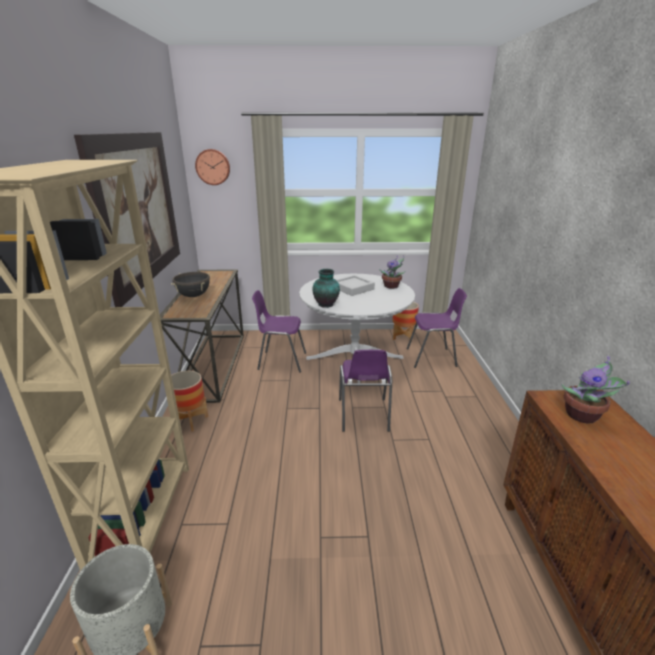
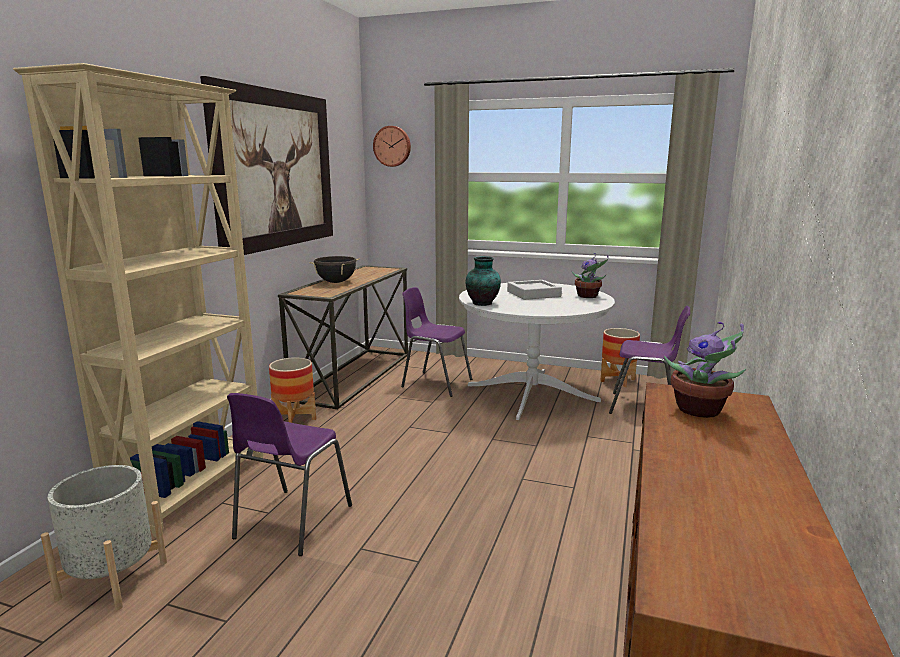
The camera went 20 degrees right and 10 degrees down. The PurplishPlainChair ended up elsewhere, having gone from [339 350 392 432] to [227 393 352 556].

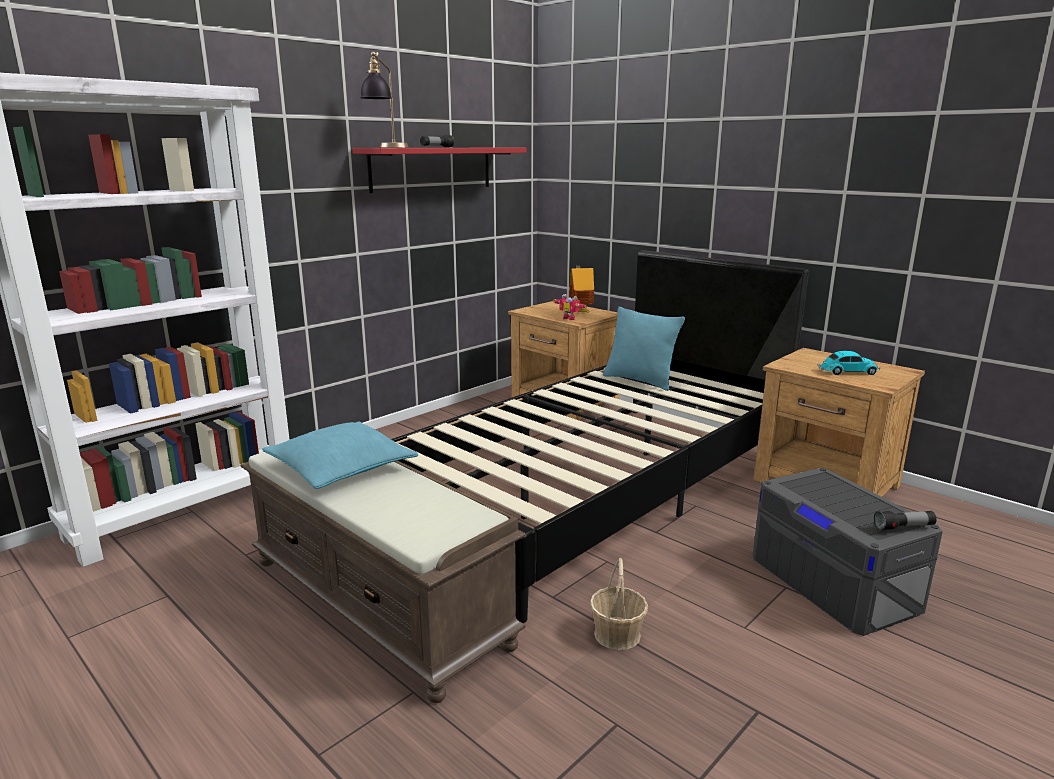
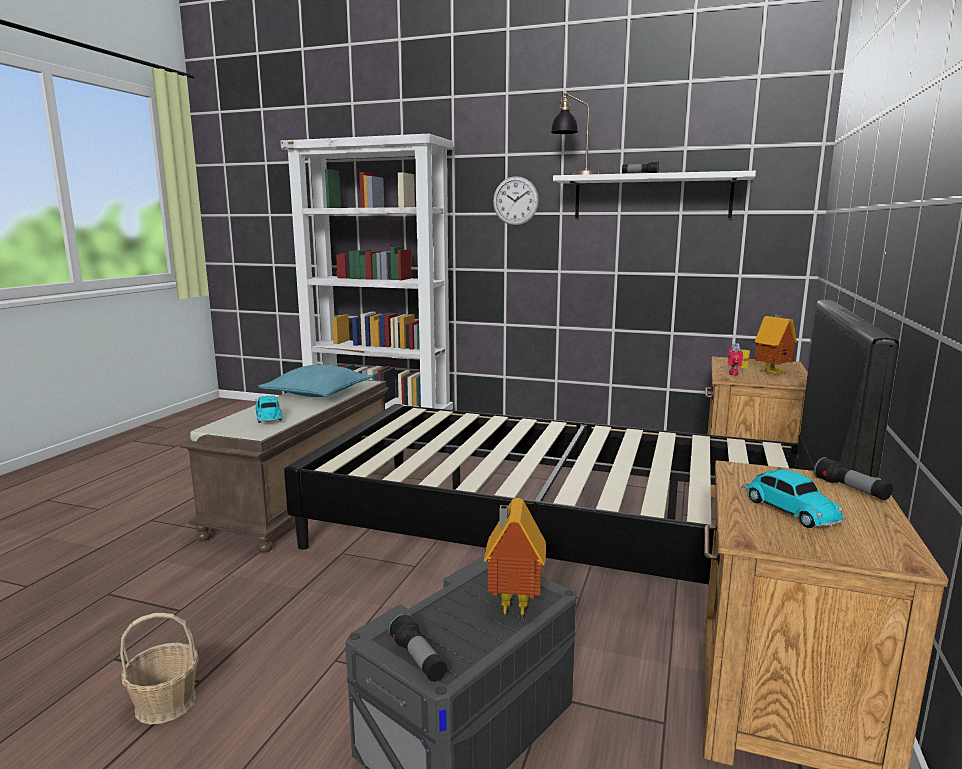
The camera went 65 degrees right and 5 degrees down. What was the RedShelf at [352 148 527 193] turned into the WhitishShelf at [553 171 756 218]. The Basket ended up elsewhere, having gone from [590 558 648 650] to [120 613 199 725]. The second view lost the TurquoiseThrowPillow at [603 307 685 391]. The second view gained the MiniatureCar at [255 396 282 423]. The second view gained the MiniatureHouse at [484 498 546 617]. The second view gained the HangingClock at [493 176 539 225]. The second view gained the HandTorch at [814 457 893 500].

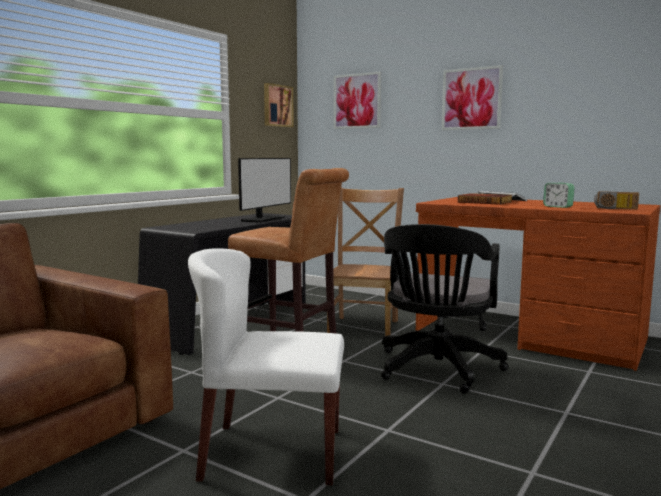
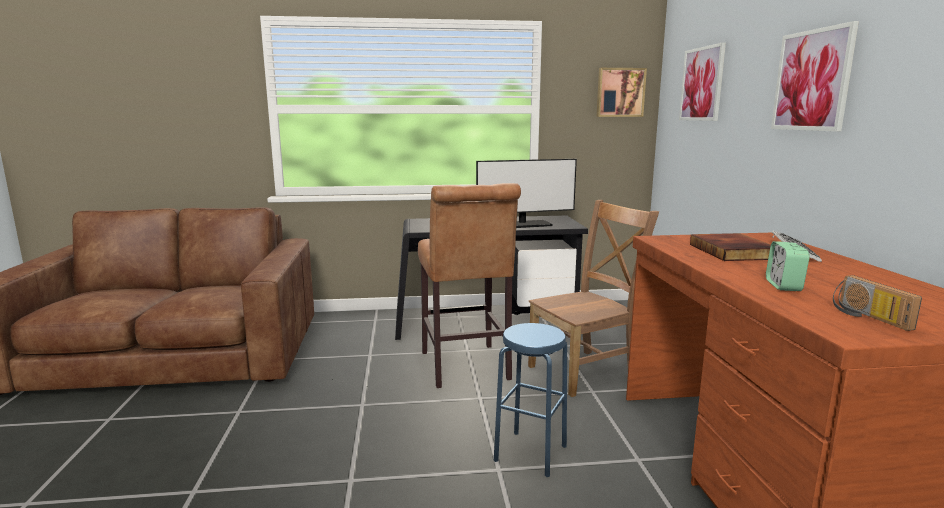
The camera went 50 degrees right and 5 degrees up. The second view lost the WhitishPlainChair at [188 248 344 485]. Where the BlackComputerChair stood at [381 224 508 394], the BluishSittingStool came to stand at [494 323 567 477].

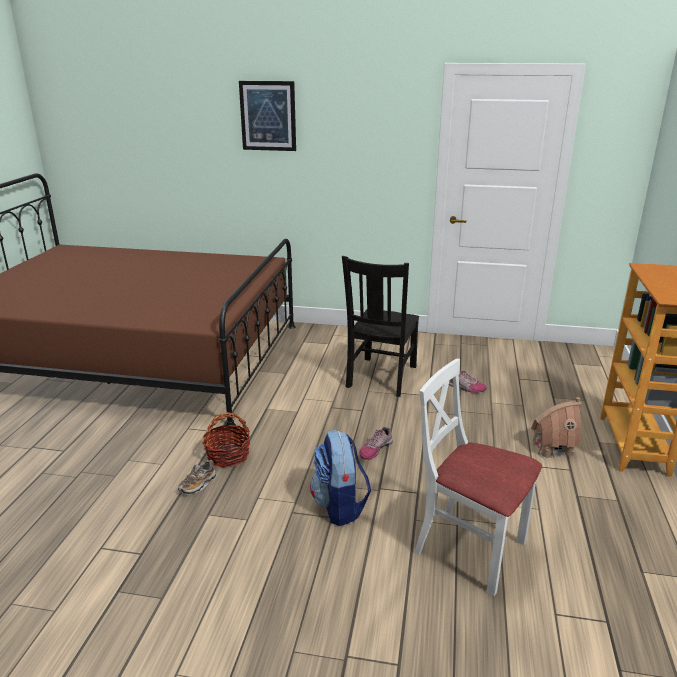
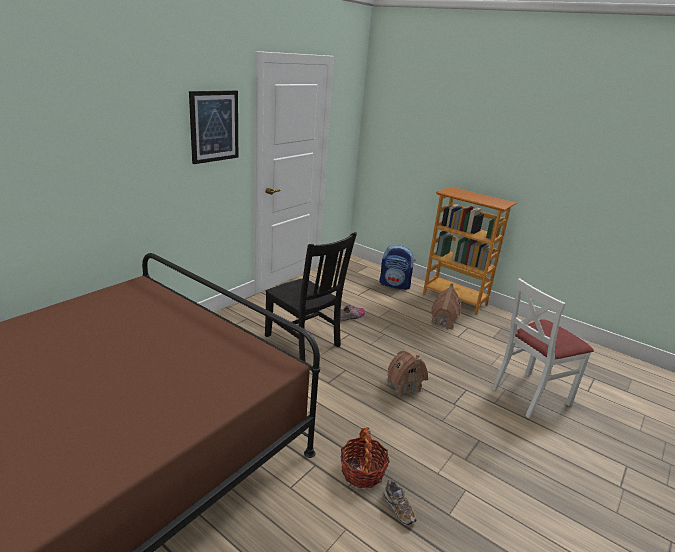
The camera went 65 degrees left and 0 degrees up. The WallArt ended up elsewhere, having gone from [239 81 296 151] to [189 90 238 164]. The Rucksack ended up elsewhere, having gone from [310 429 371 526] to [379 245 416 290]. Where the ItemOfFootwear stood at [359 427 393 460], the MiniatureHouse came to stand at [386 350 428 397].

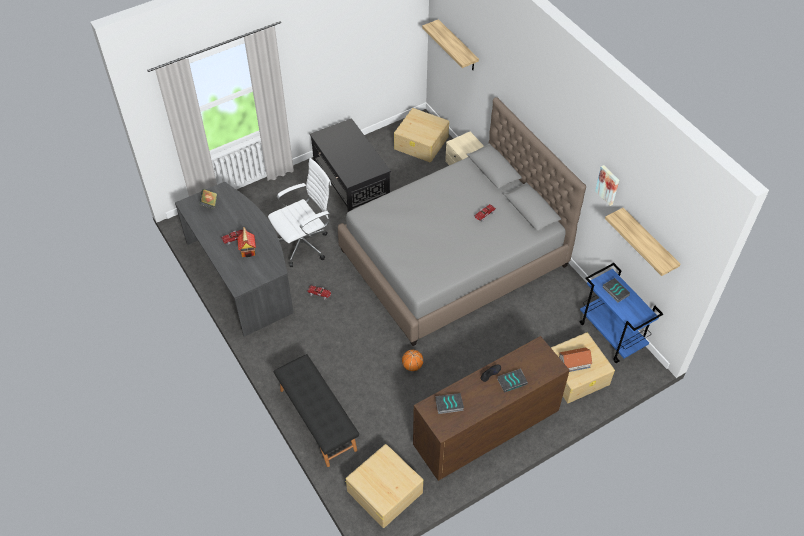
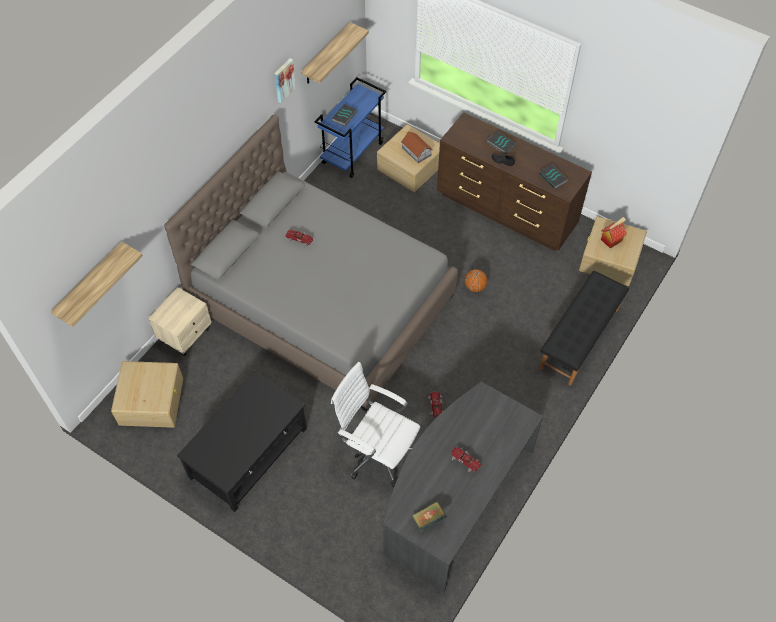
The camera went 115 degrees left and 5 degrees up. The MiniatureHouse ended up elsewhere, having gone from [237 227 256 257] to [601 217 627 248].

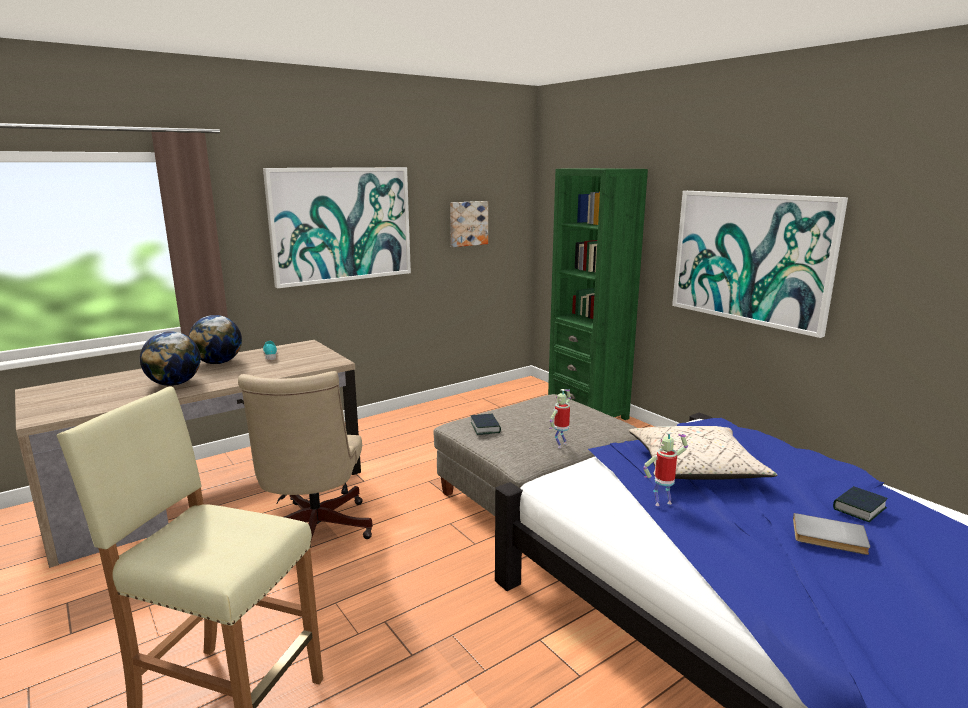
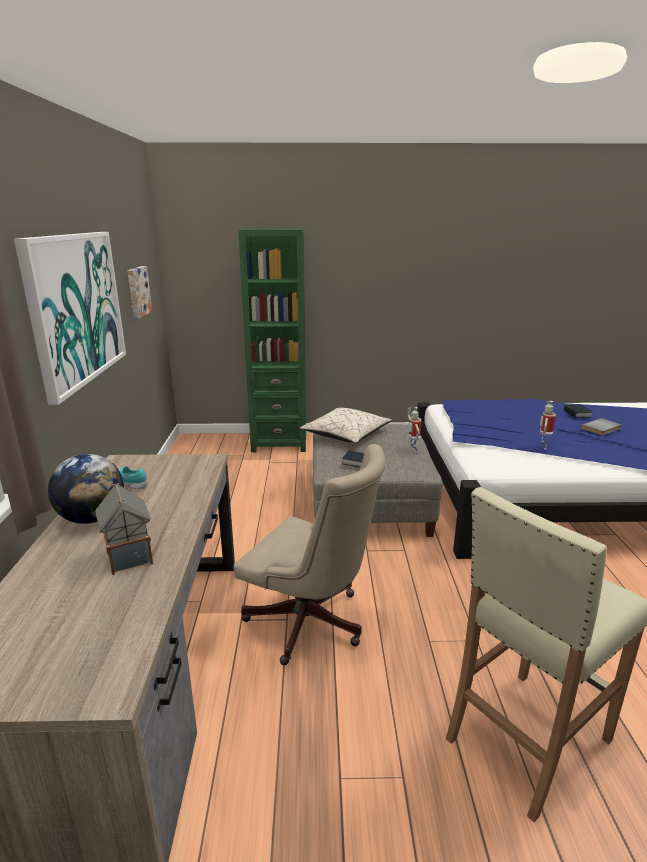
The camera went 55 degrees left and 5 degrees up. Where the Globe stood at [140 331 201 386], the MiniatureHouse came to stand at [95 483 153 575]. The SandColouredThrowPillow ended up elsewhere, having gone from [629 426 777 480] to [300 408 392 443]. The second view lost the WallArt at [672 191 848 338].

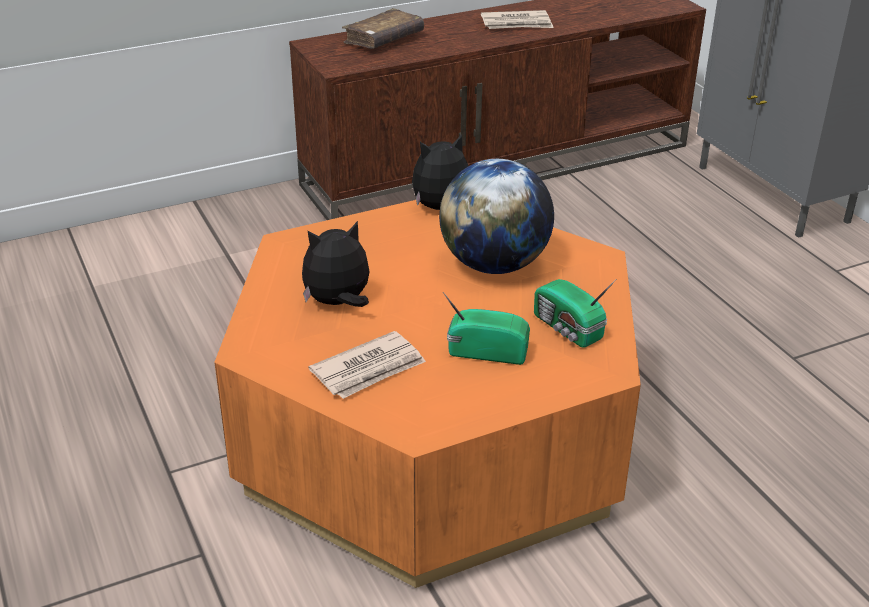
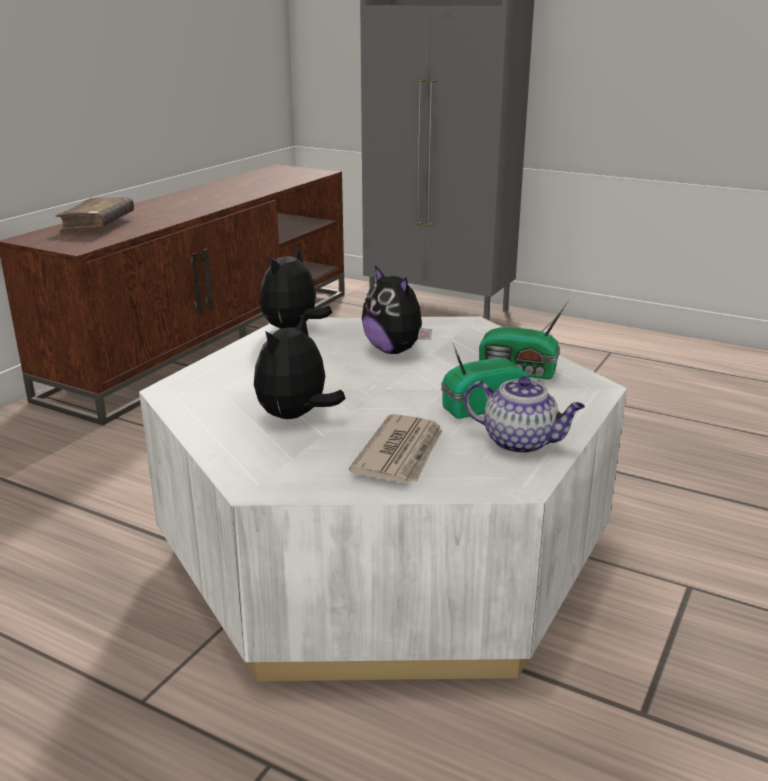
The camera went 35 degrees left and 10 degrees down. What was the OrangeLowTable at [214 200 641 588] turned into the WhitishLowTable at [139 316 627 681]. Where the Globe stood at [439 159 554 274], the PlushToy came to stand at [362 266 432 354]. The second view lost the DailyPaper at [481 10 554 29]. The second view gained the PotForTea at [464 376 585 454].

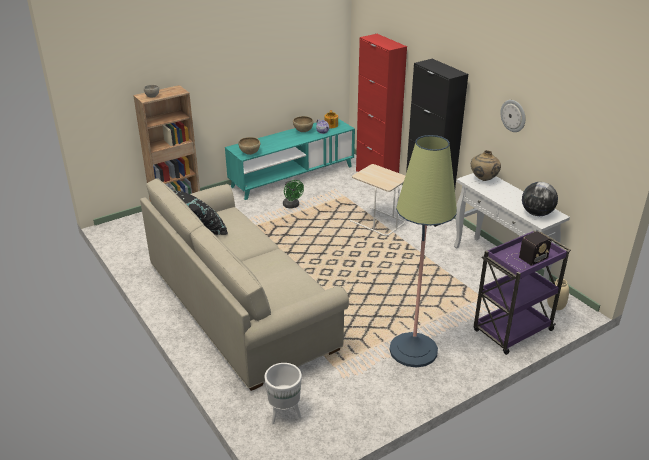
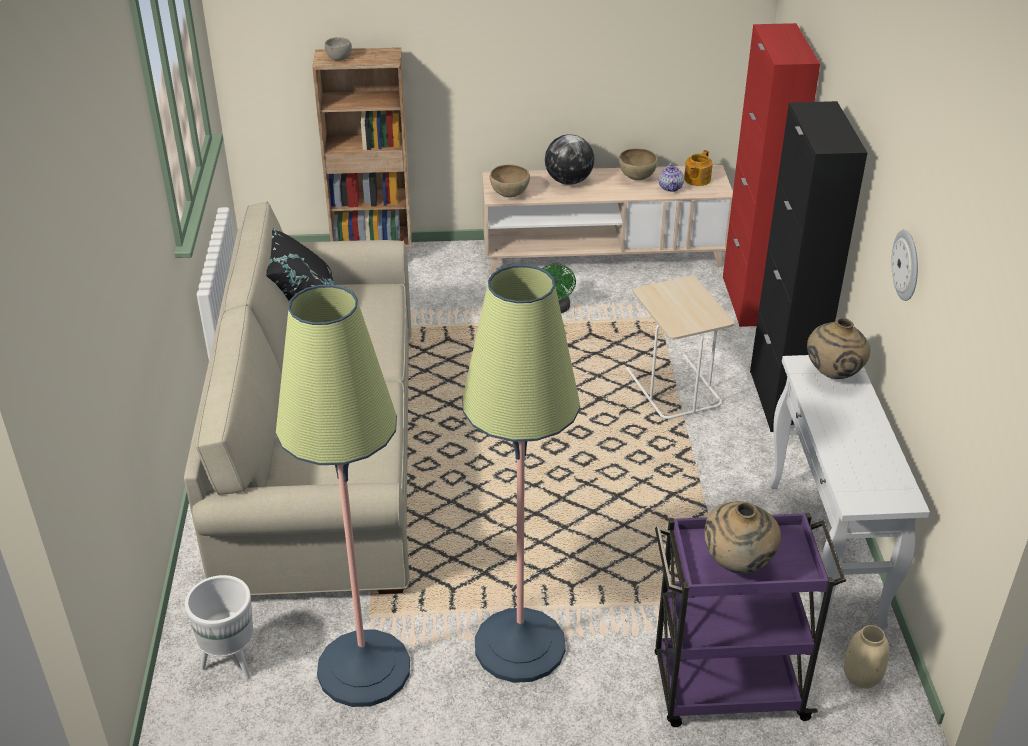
The camera went 30 degrees right and 5 degrees up. What was the TurquoiseMediaConsole at [225 119 355 200] turned into the SandColouredMediaConsole at [482 165 733 274]. Where the RadioReceiver stood at [506 231 551 270], the SandColouredVase came to stand at [704 501 781 574]. The Globe ended up elsewhere, having gone from [522 182 558 216] to [545 134 594 185]. The second view gained the StandingLamp at [275 285 410 707].

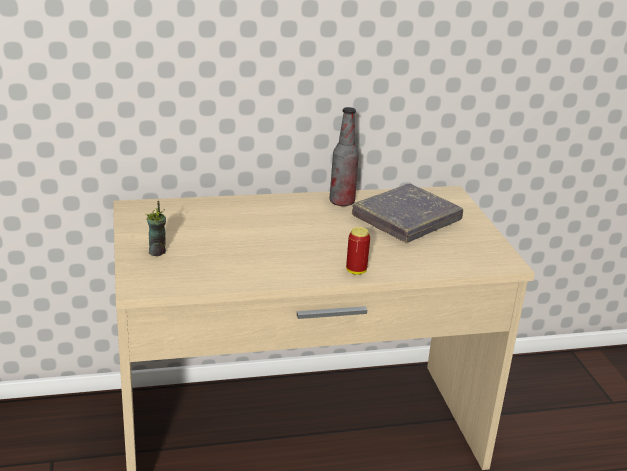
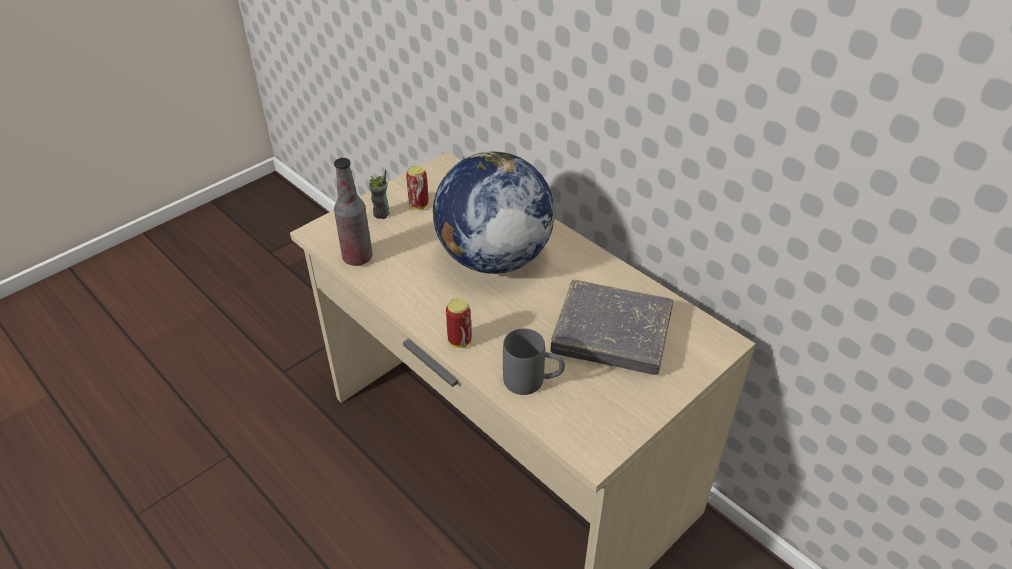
The camera went 60 degrees right and 15 degrees up. The BeverageBottle ended up elsewhere, having gone from [330 107 359 206] to [334 158 373 266]. The second view gained the SealedCan at [406 165 429 210]. The second view gained the Globe at [433 151 555 274]. The second view gained the GreyTeaMug at [503 328 565 395].

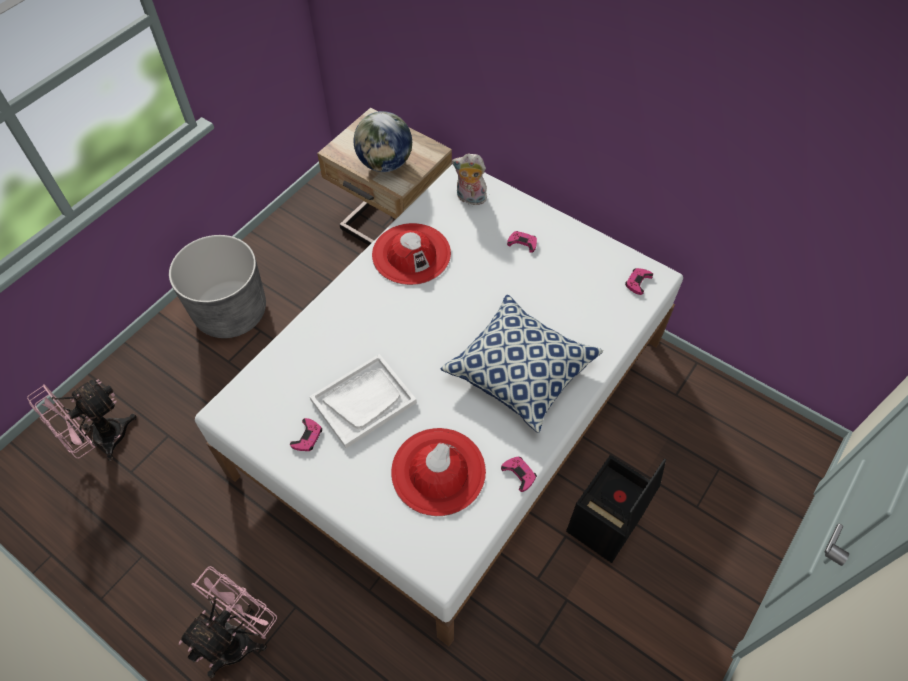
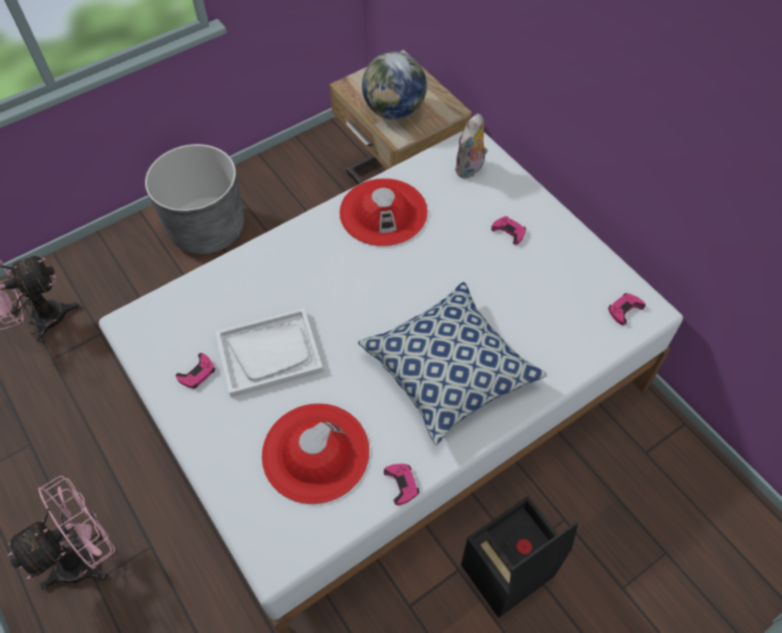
The camera went 20 degrees right and 0 degrees up. The PlushToy at [452 154 487 205] ended up facing another way, 90 degrees counterclockwise from before.

